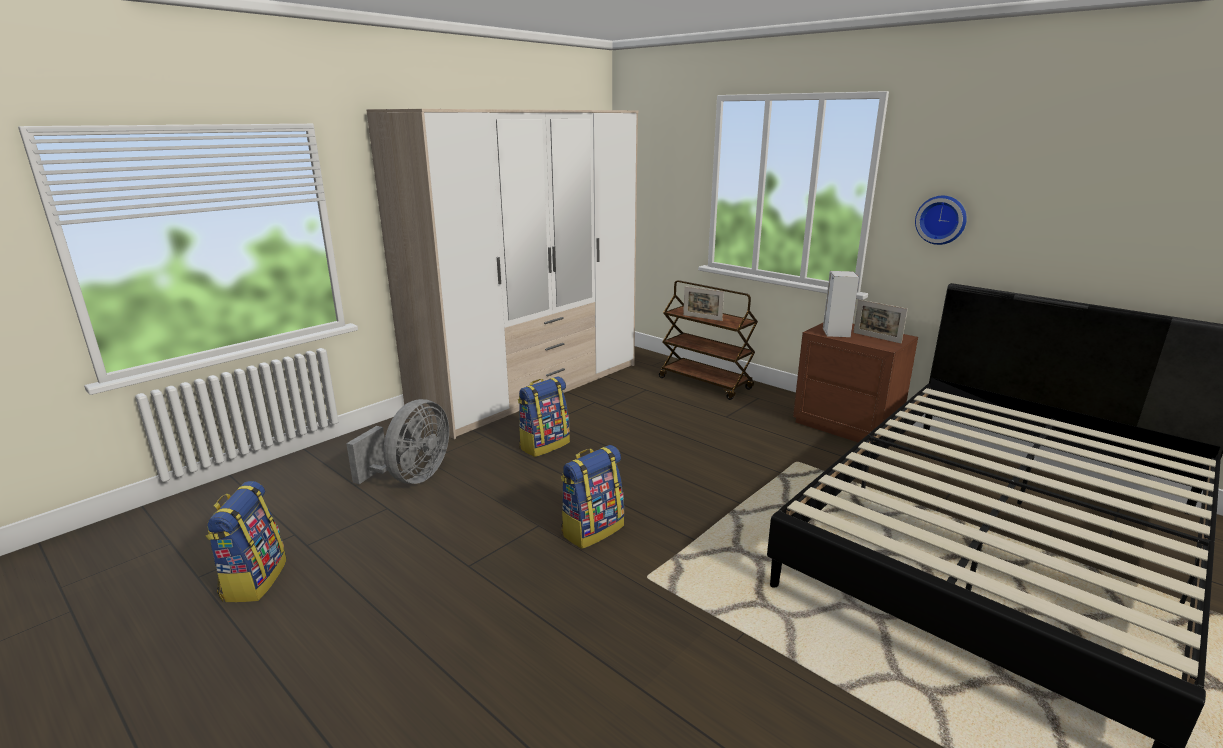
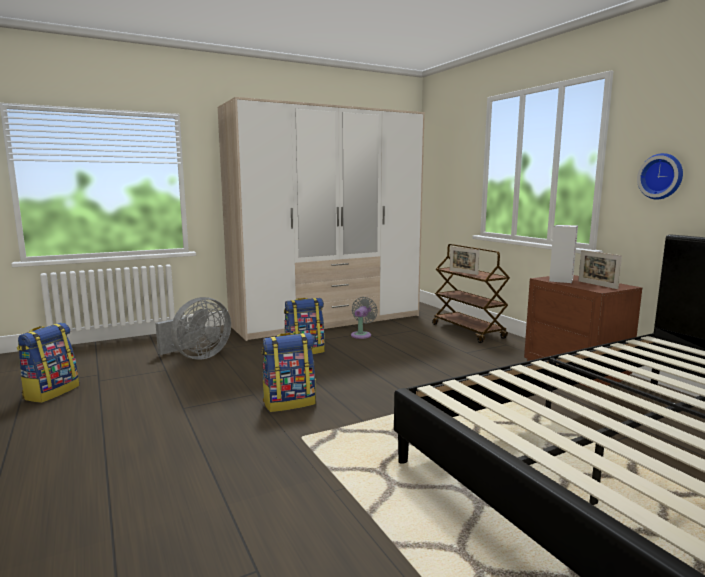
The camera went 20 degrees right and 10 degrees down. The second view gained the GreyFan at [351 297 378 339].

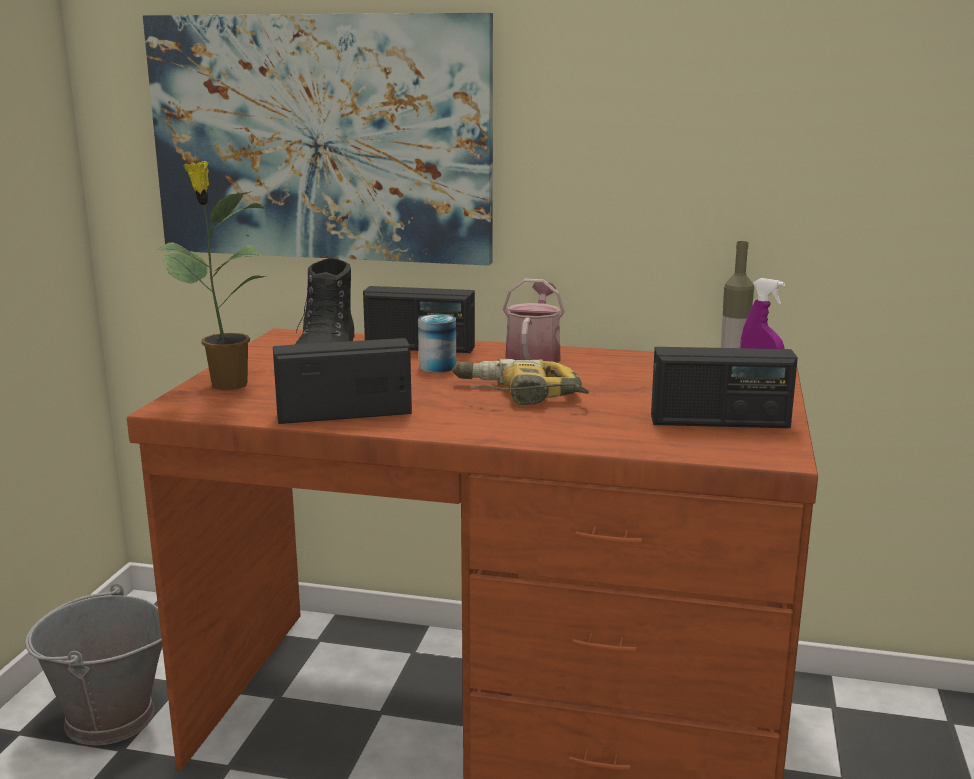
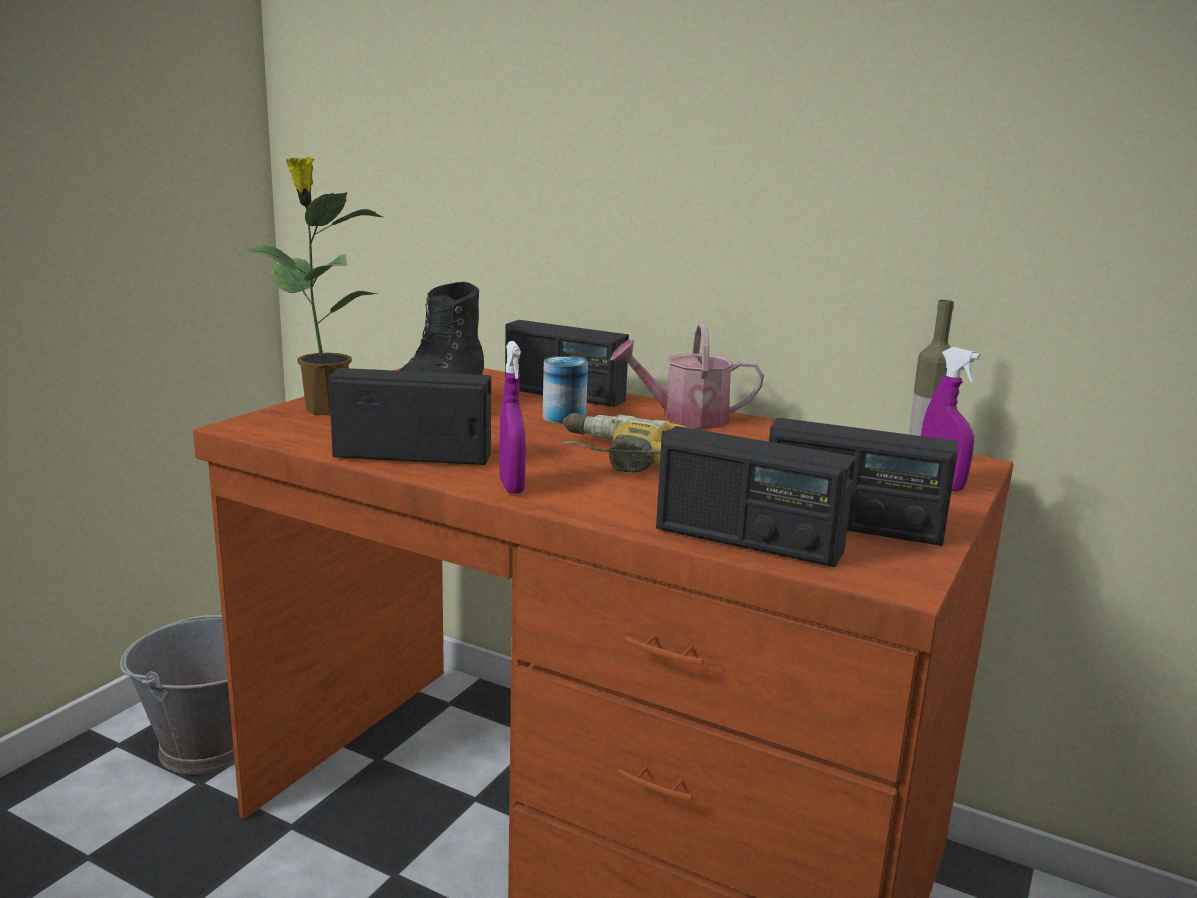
The camera went 15 degrees right and 0 degrees up. The second view lost the WallArt at [143 13 493 266]. The WateringCan at [503 279 565 363] ended up facing another way, 120 degrees counterclockwise from before. The second view gained the PurplishHandSprayer at [499 341 526 494]. The second view gained the RadioReceiver at [656 426 856 567].

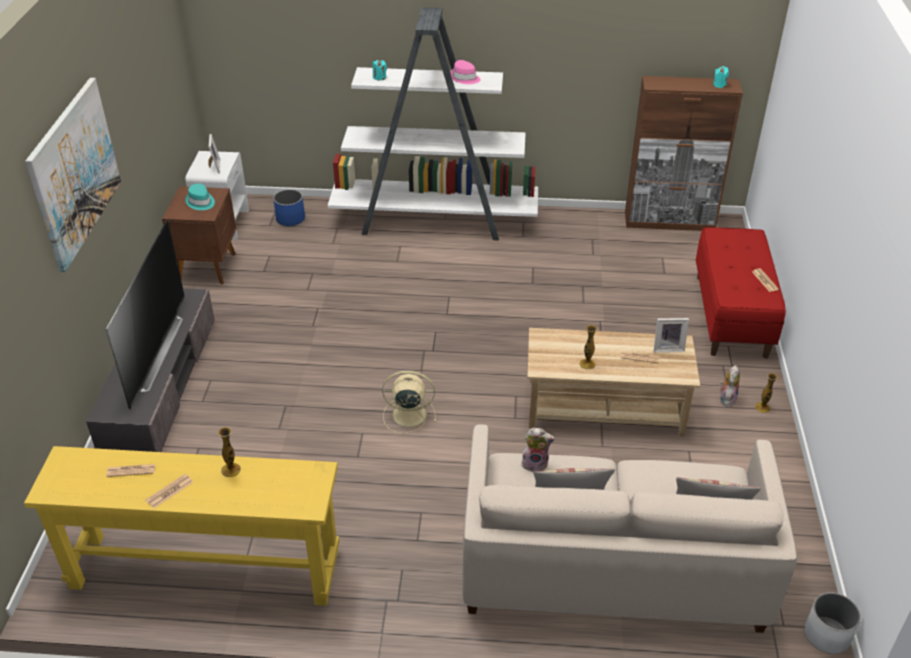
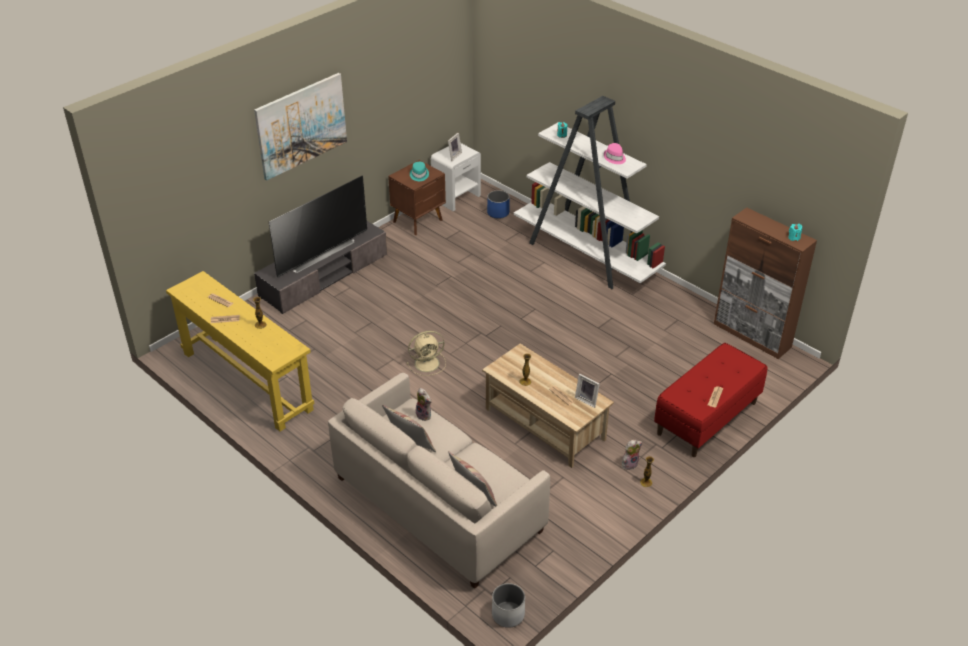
The camera went 40 degrees right and 0 degrees up. The SandColouredFan at [382 371 436 434] ended up facing another way, 120 degrees clockwise from before.

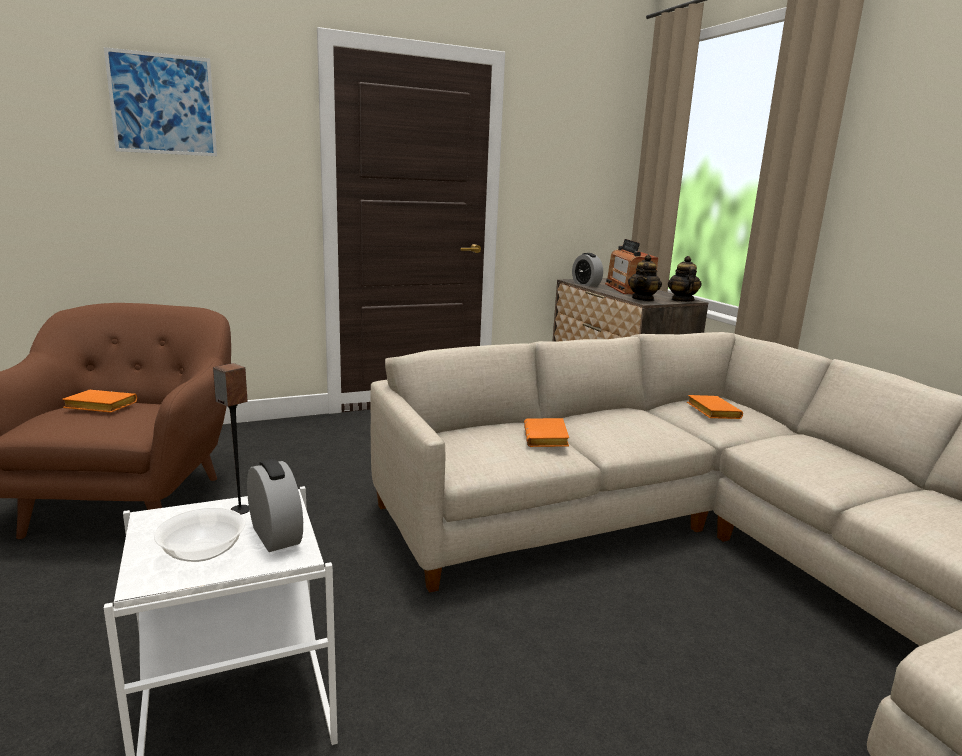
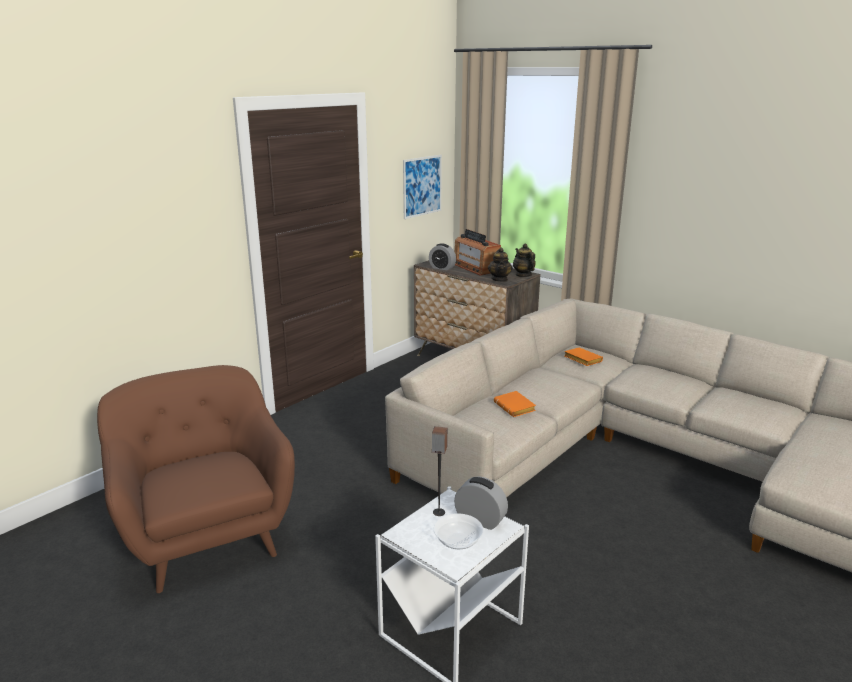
The camera went 25 degrees left and 5 degrees up. The second view lost the OrangeBook at [62 390 137 412]. The WallArt ended up elsewhere, having gone from [104 47 217 156] to [403 155 442 219].

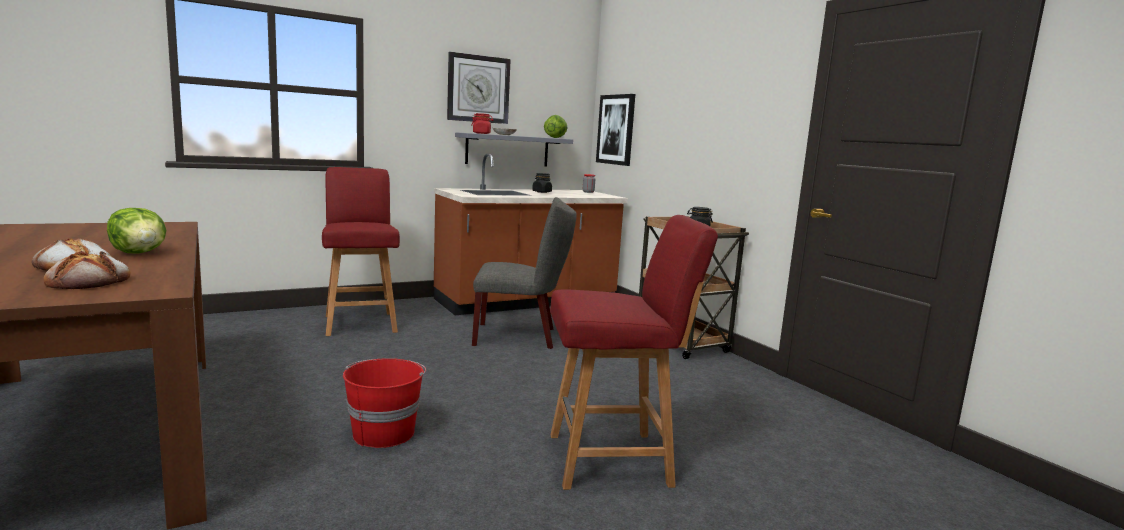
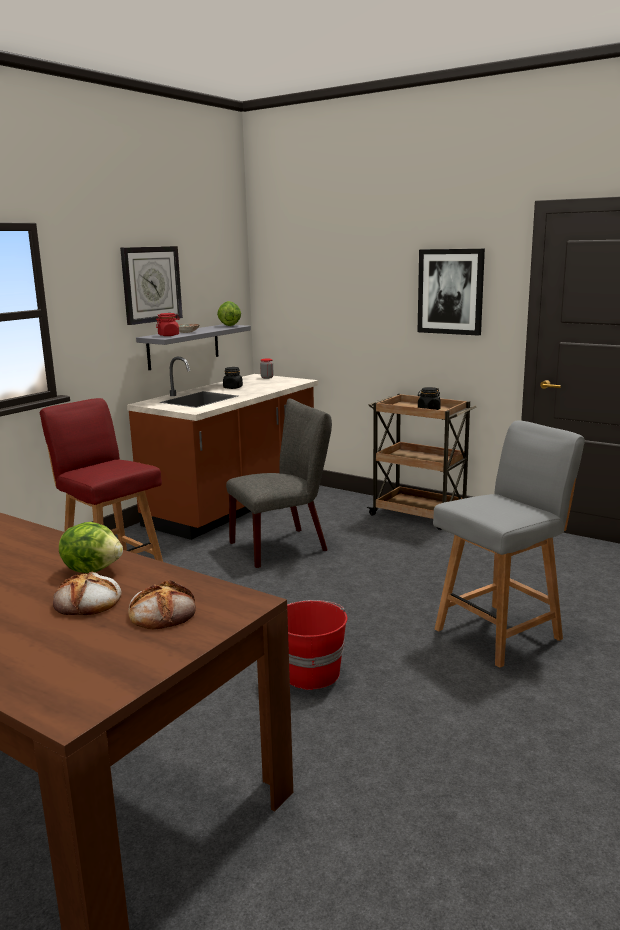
The camera went 25 degrees left and 5 degrees up. What was the RedPlainChair at [550 215 718 490] turned into the GreyPlainChair at [433 420 585 668]. The WallArt ended up elsewhere, having gone from [596 94 635 166] to [418 249 485 336].

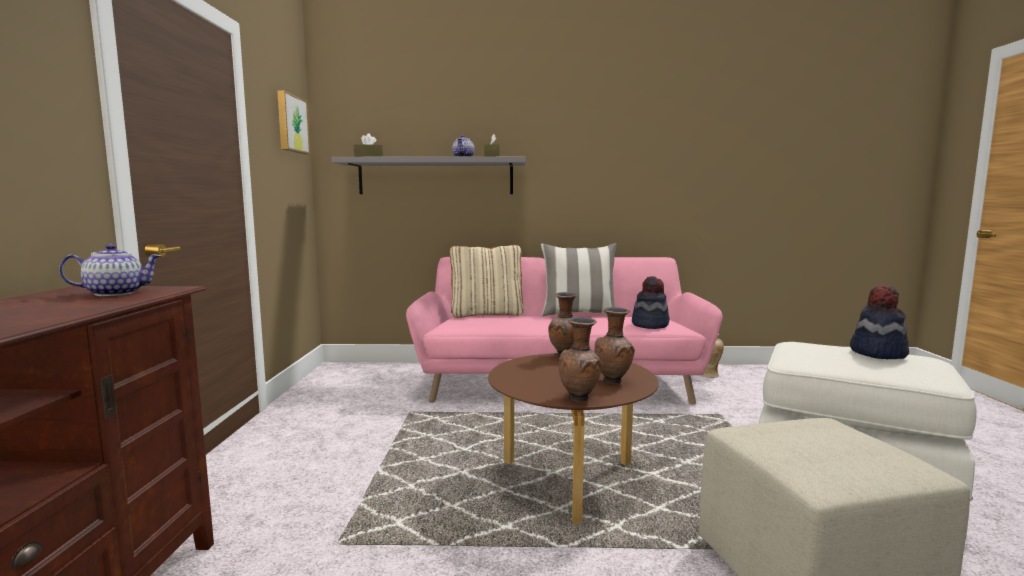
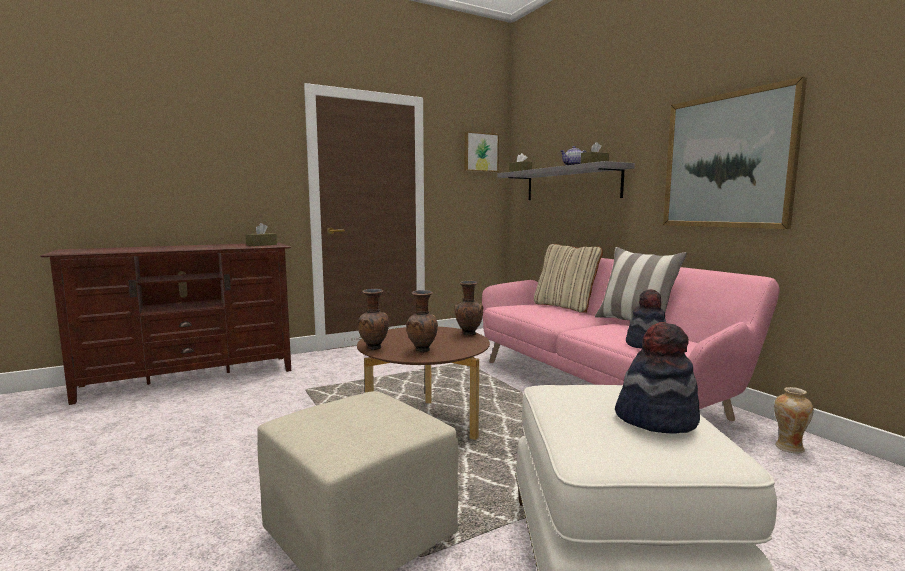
The camera went 60 degrees right and 0 degrees up. Where the PotForTea stood at [59 244 161 296], the BrownColouredBoxOfTissues came to stand at [246 223 277 246]. The second view gained the WallArt at [663 77 807 229].

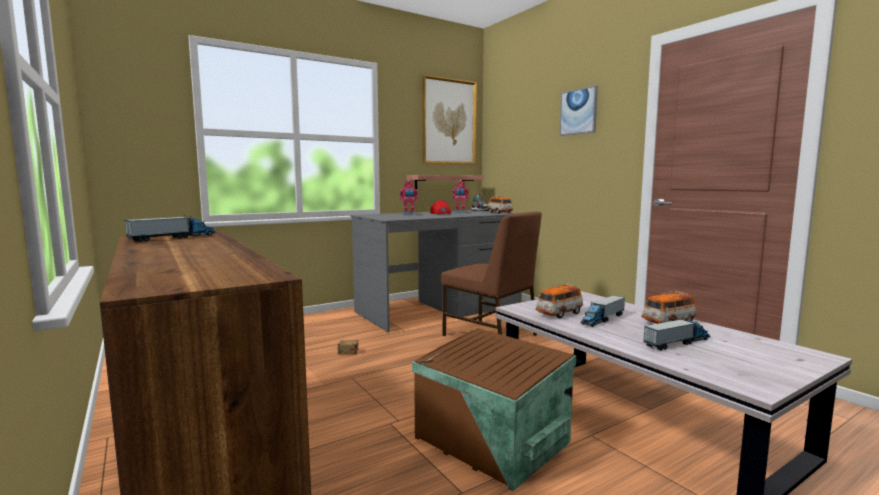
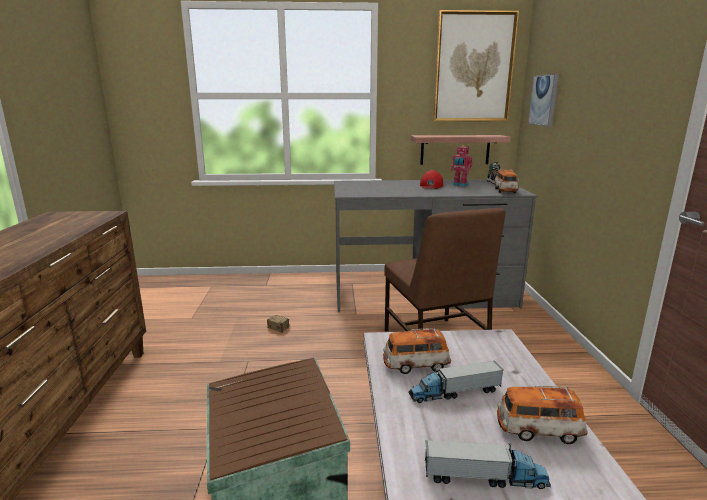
The camera went 30 degrees right and 10 degrees up. The second view lost the ModelTruck at [125 215 216 242]. The second view lost the ToyRobot at [400 179 418 215]. The WallArt ended up elsewhere, having gone from [560 86 598 136] to [528 73 559 126].

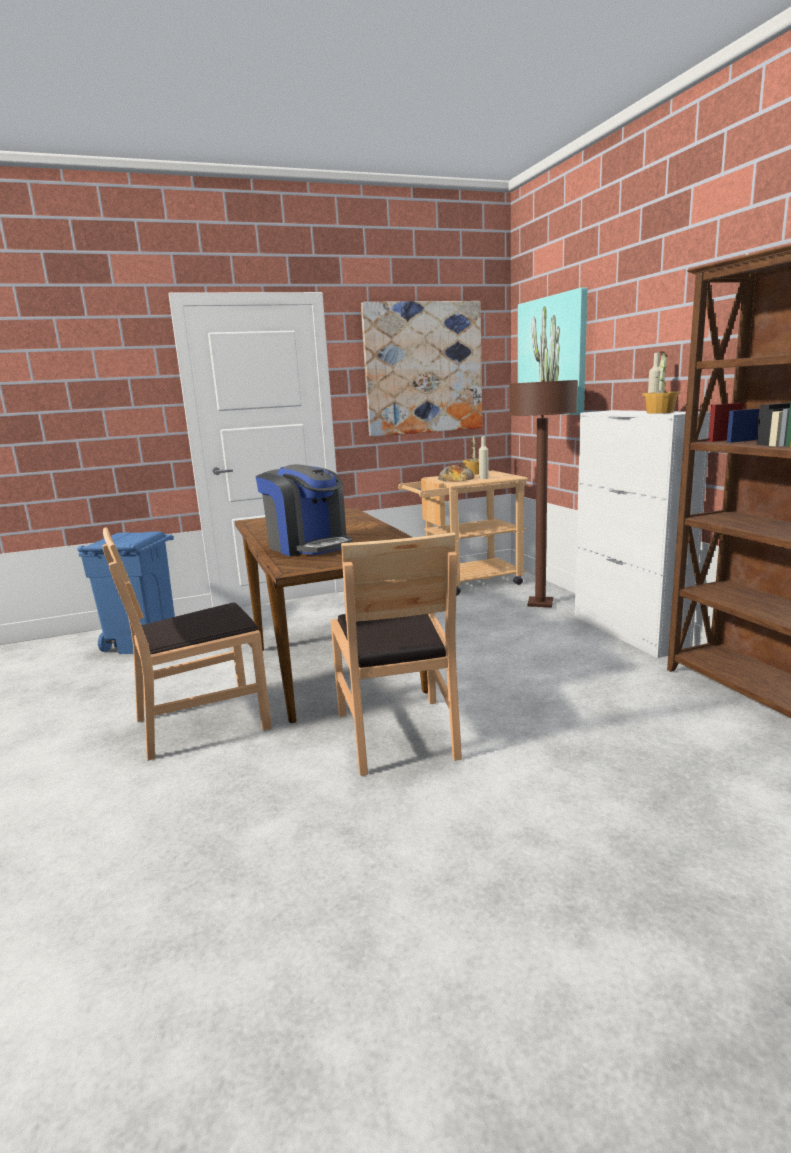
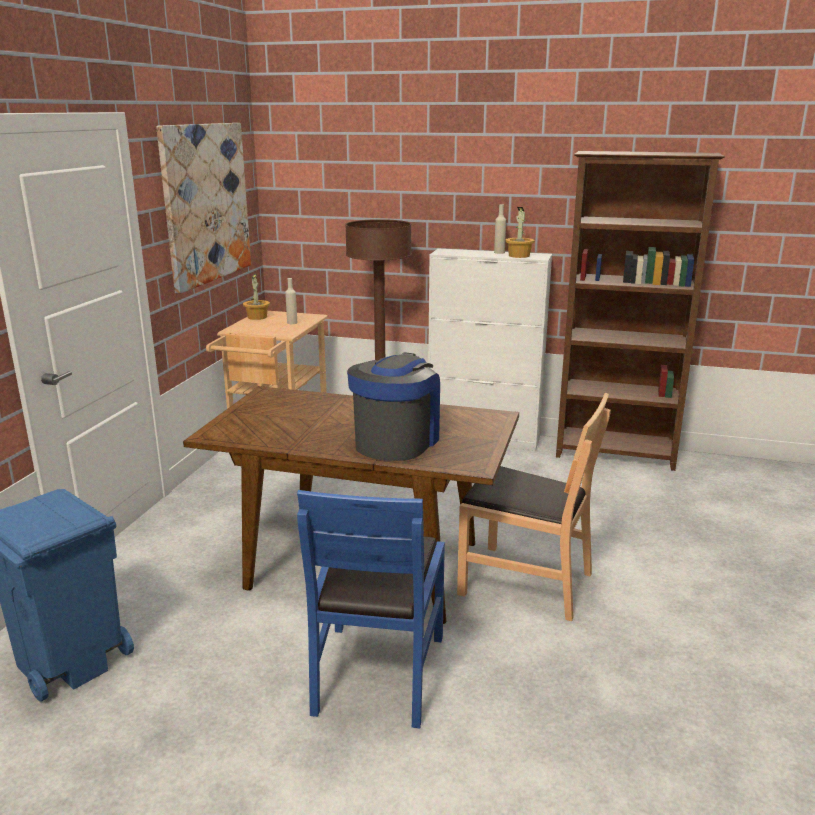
The camera went 55 degrees left and 5 degrees up. What was the BrownColouredPlainChair at [102 527 272 761] turned into the BluishPlainChair at [297 490 445 728]. The CoffeeBrewer at [256 464 352 556] ended up facing another way, 60 degrees counterclockwise from before. The second view lost the BakeryBread at [438 464 474 481]. The second view lost the WallArt at [518 287 588 415].

